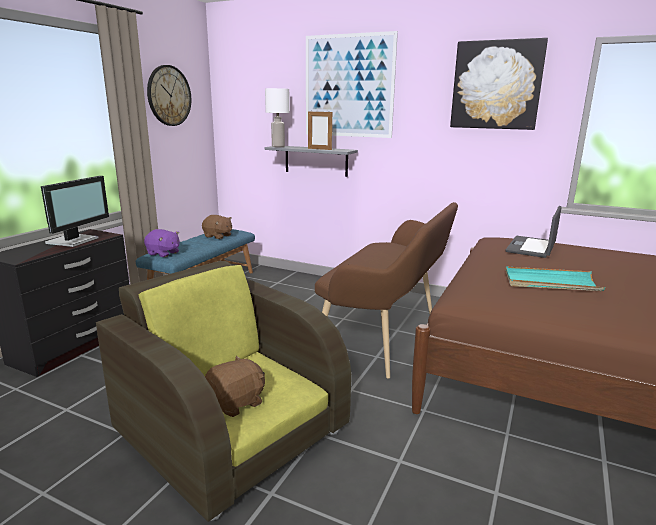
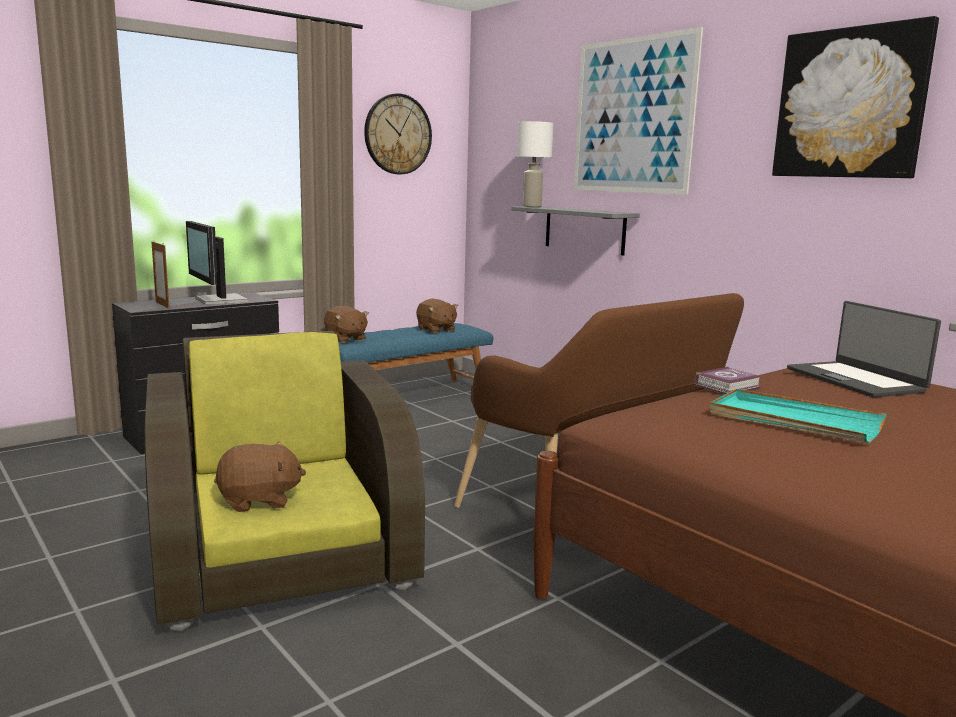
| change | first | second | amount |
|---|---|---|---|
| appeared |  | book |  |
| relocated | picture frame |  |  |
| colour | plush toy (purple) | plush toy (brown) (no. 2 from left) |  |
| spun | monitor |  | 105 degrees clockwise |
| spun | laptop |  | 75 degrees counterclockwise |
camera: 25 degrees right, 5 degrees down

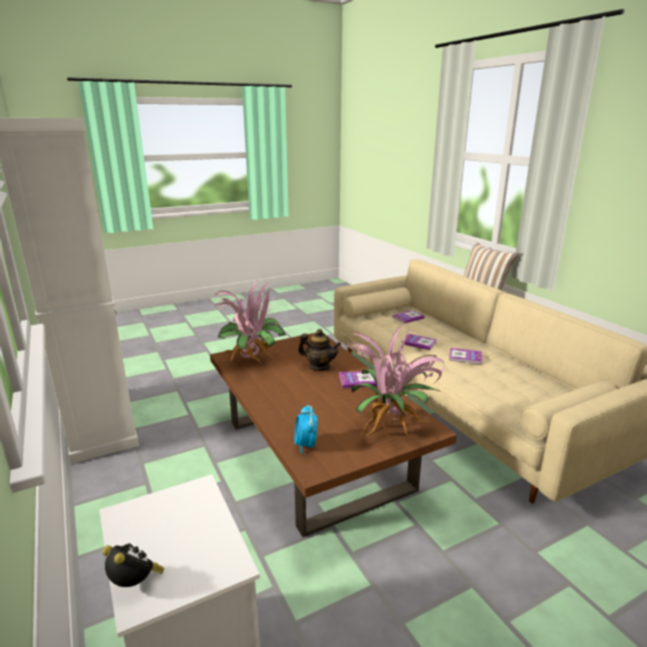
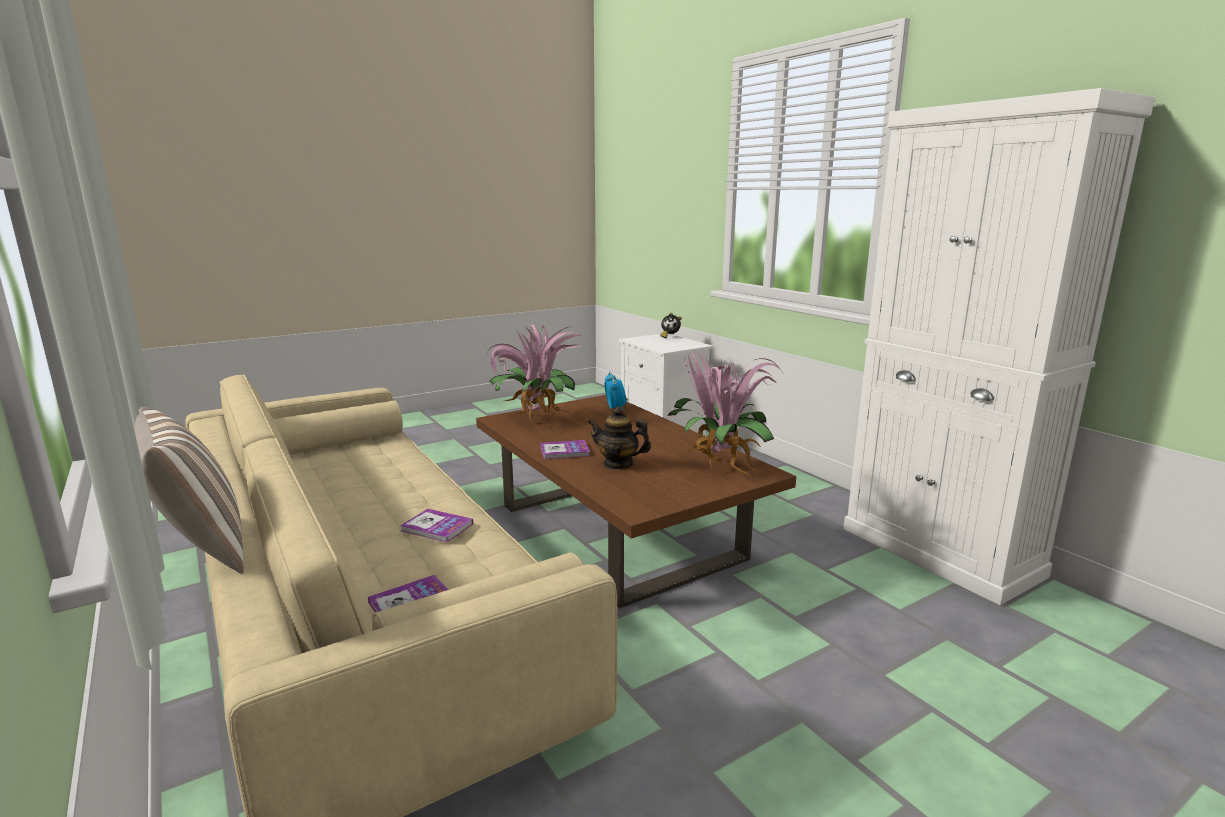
| change | first | second | amount |
|---|---|---|---|
| missing | book (no. 4 from left) |  |  |
camera: 175 degrees right, 5 degrees down

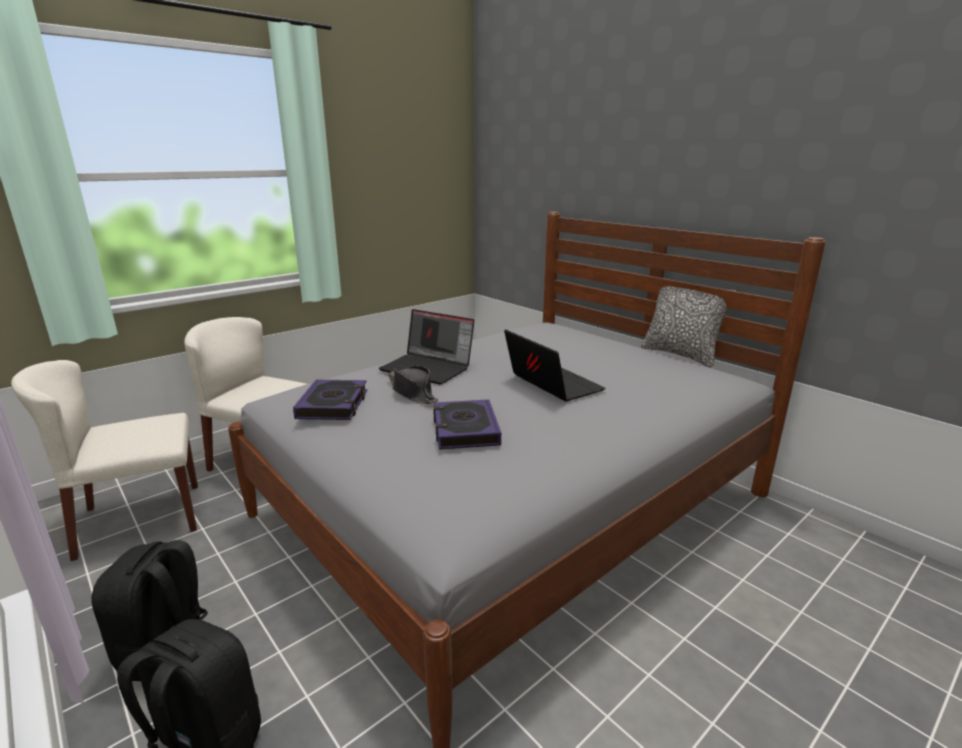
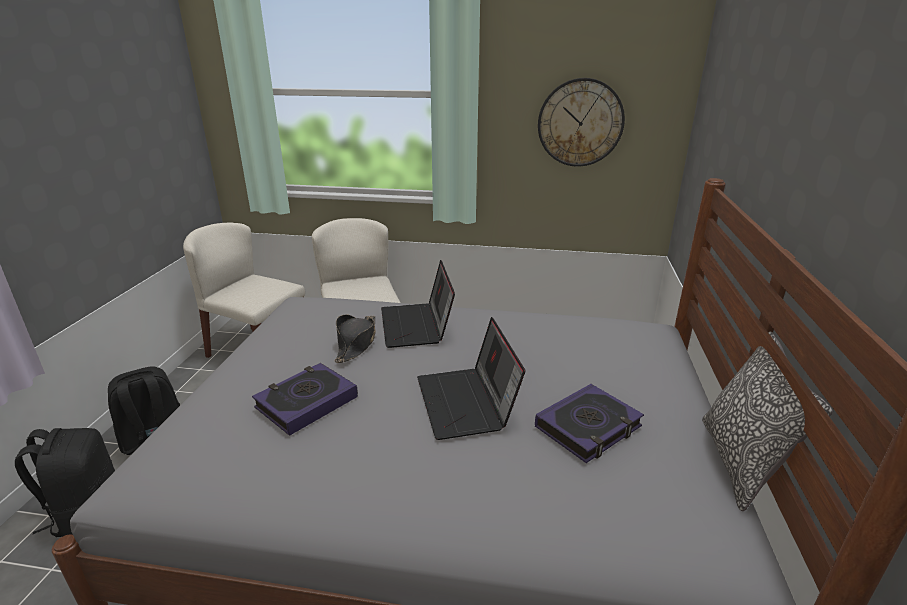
| change | first | second | amount |
|---|---|---|---|
| appeared |  | wall clock |  |
| relocated | book (no. 1 from left in the first image) | book (no. 2 from left) |  |
| spun | laptop (no. 2 from left) |  | 150 degrees clockwise |
camera: 50 degrees right, 5 degrees up

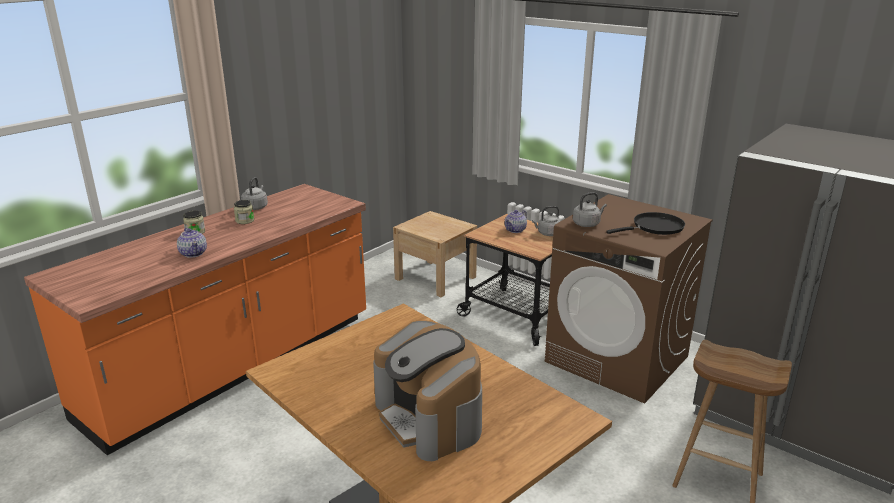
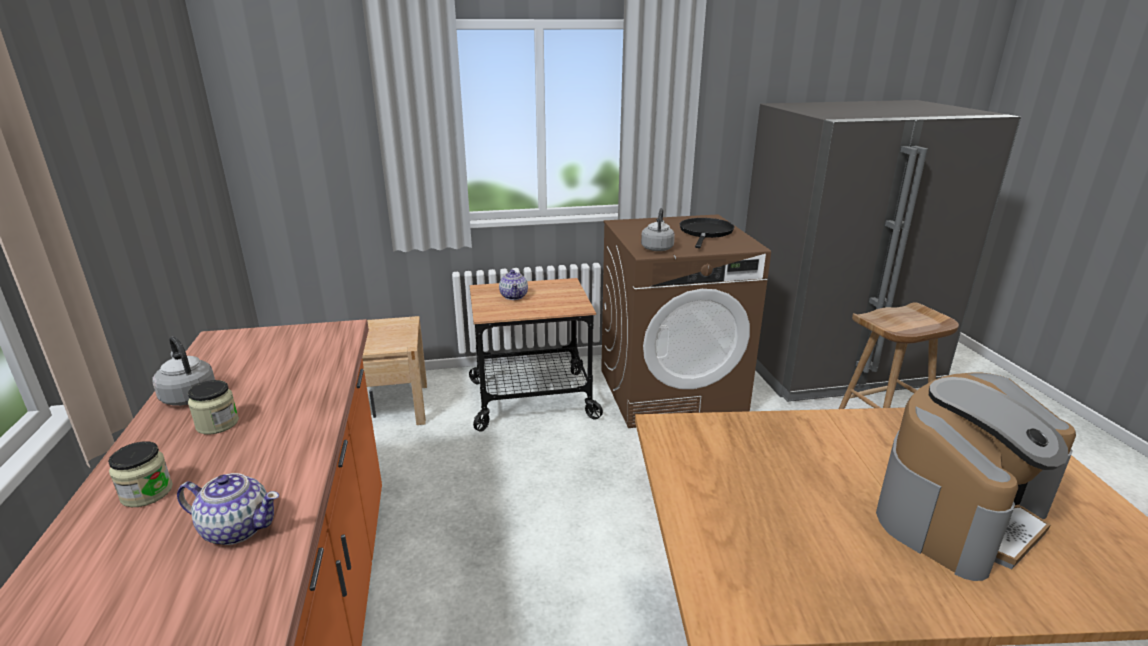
| change | first | second | amount |
|---|---|---|---|
| missing | kettle (grey) (no. 2 from left) |  |  |
| spun | coffee machine |  | 45 degrees counterclockwise |
camera: 50 degrees left, 0 degrees up

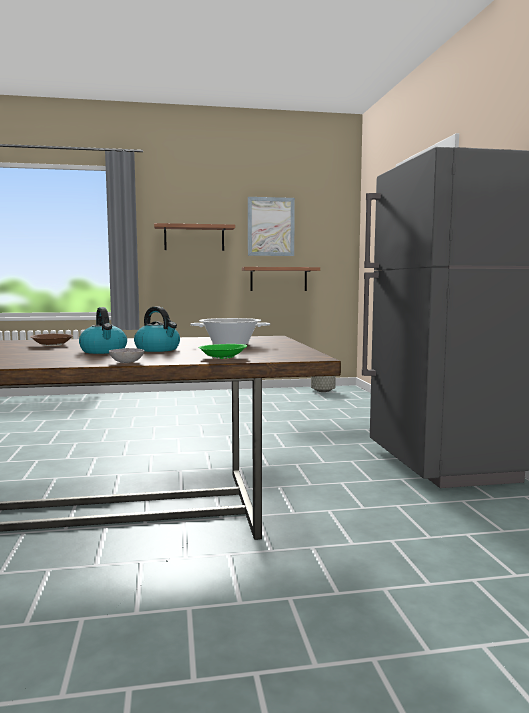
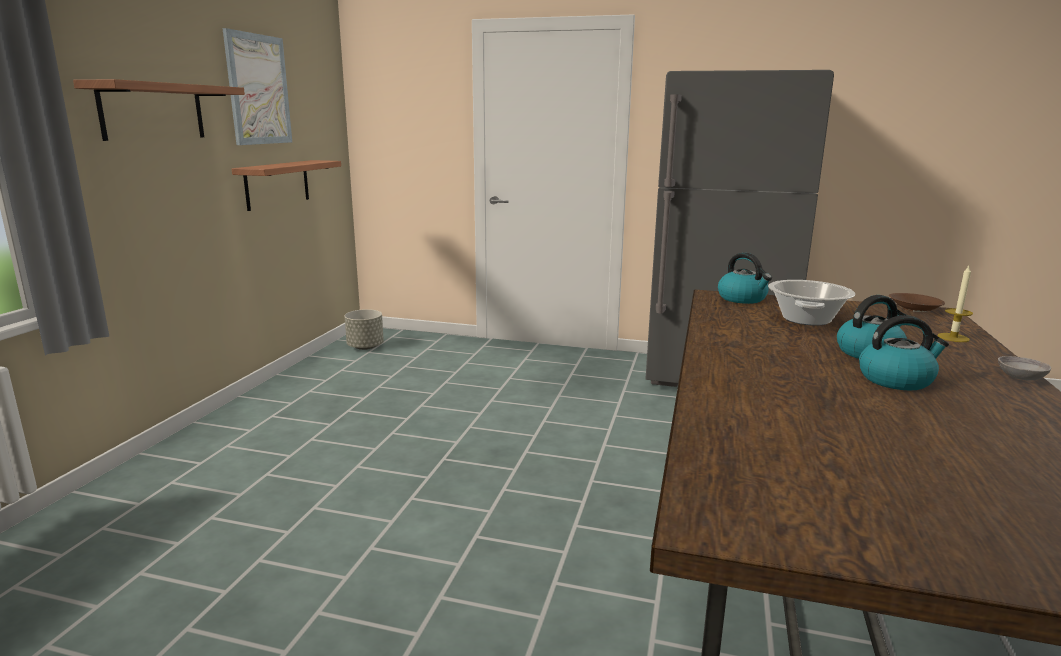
| change | first | second | amount |
|---|---|---|---|
| appeared |  | kettle (no. 1 from left) |  |
| relocated | bowl (brown) |  |  |
| exchanged | bowl (green) | candle |  |
camera: 65 degrees left, 10 degrees up

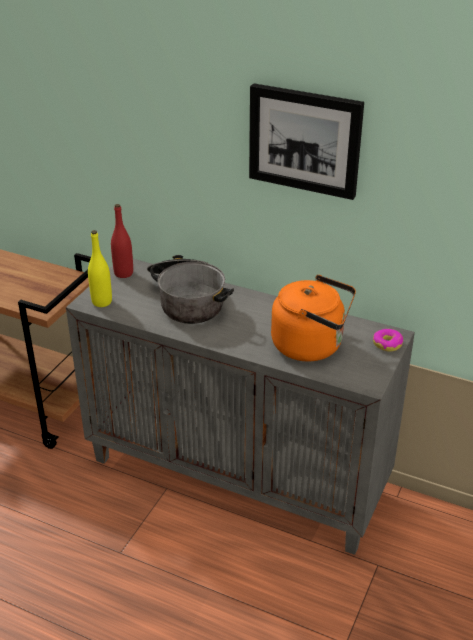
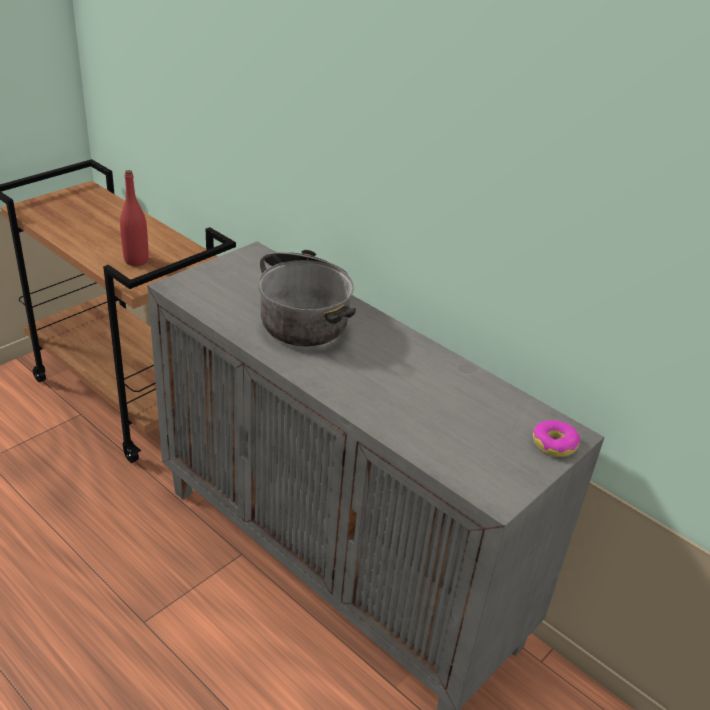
| change | first | second | amount |
|---|---|---|---|
| missing | bottle (yellow) |  |  |
| missing | picture |  |  |
| missing | kettle (orange) |  |  |
| relocated | bottle (red) |  |  |
camera: 15 degrees right, 0 degrees up

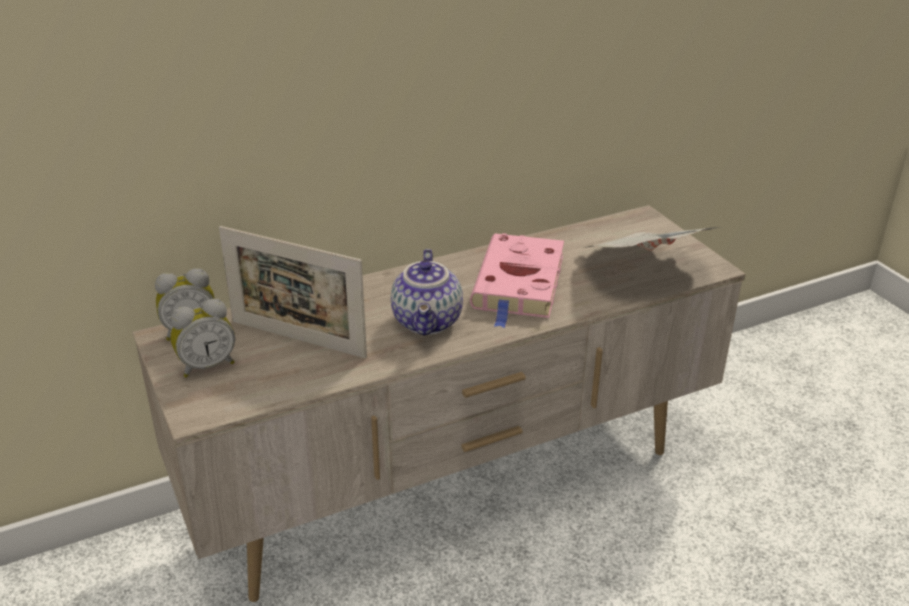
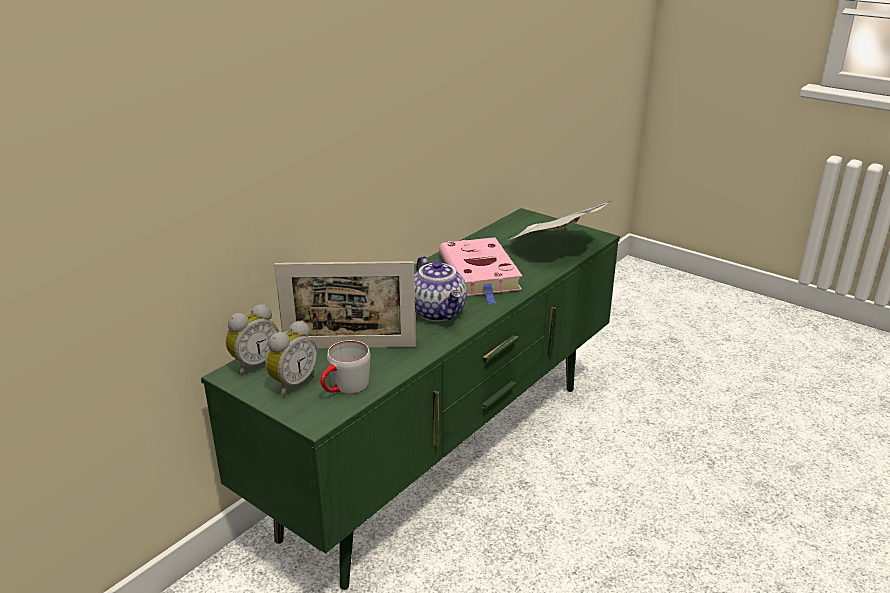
| change | first | second | amount |
|---|---|---|---|
| appeared |  | mug (grey) |  |
| colour | tv stand (beige) | tv stand (green) |  |
camera: 25 degrees left, 5 degrees down

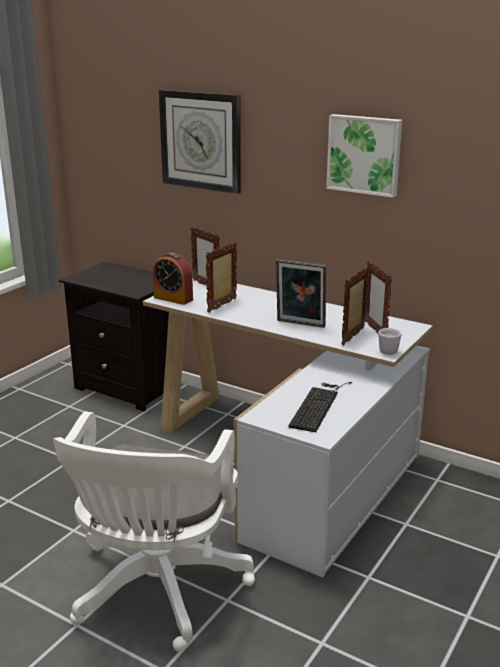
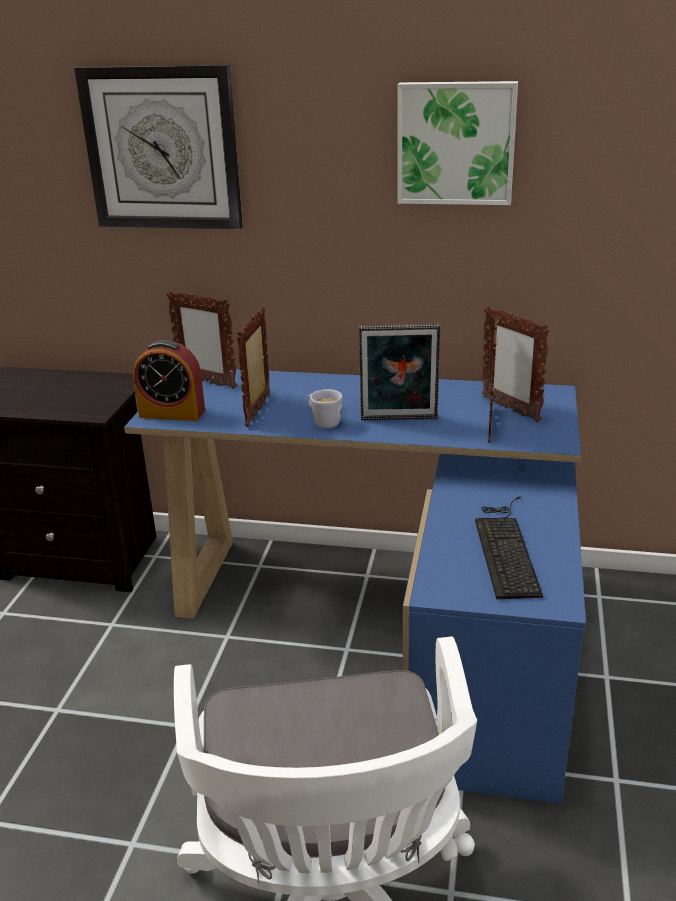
| change | first | second | amount |
|---|---|---|---|
| relocated | mug (white) |  |  |
| colour | desk (white) | desk (blue) |  |
camera: 20 degrees left, 5 degrees up

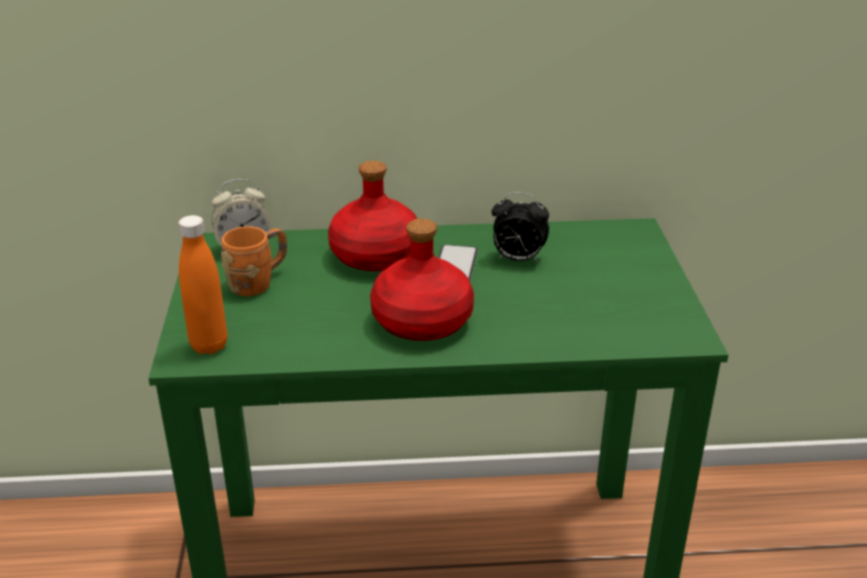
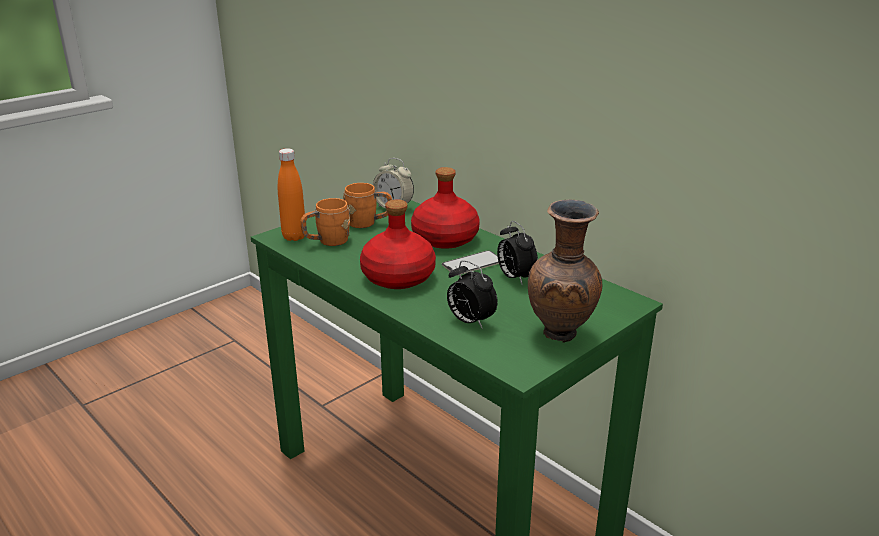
| change | first | second | amount |
|---|---|---|---|
| appeared |  | mug (orange) (no. 1 from left) |  |
| appeared |  | alarm clock (no. 2 from left) |  |
| appeared |  | vase (brown) |  |
camera: 50 degrees right, 5 degrees down

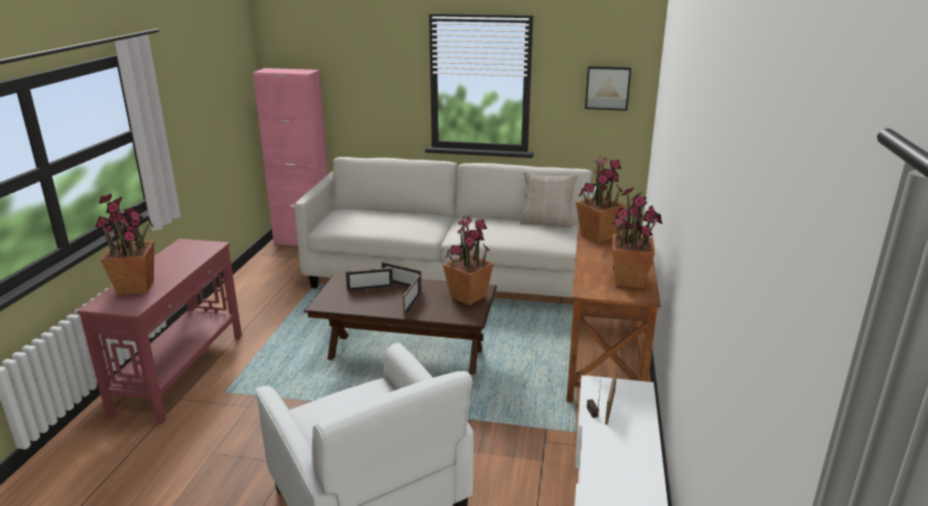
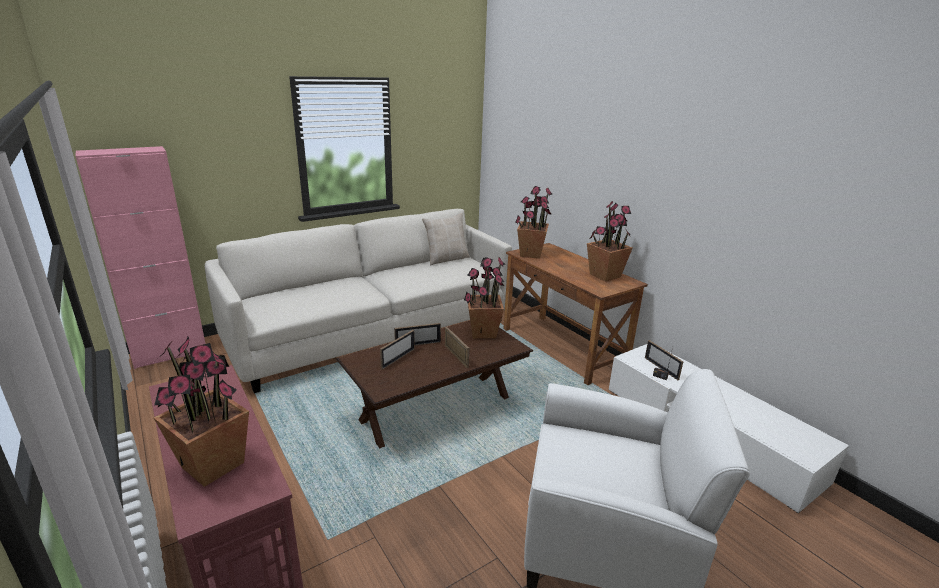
| change | first | second | amount |
|---|---|---|---|
| missing | picture |  |  |
camera: 45 degrees left, 0 degrees up

